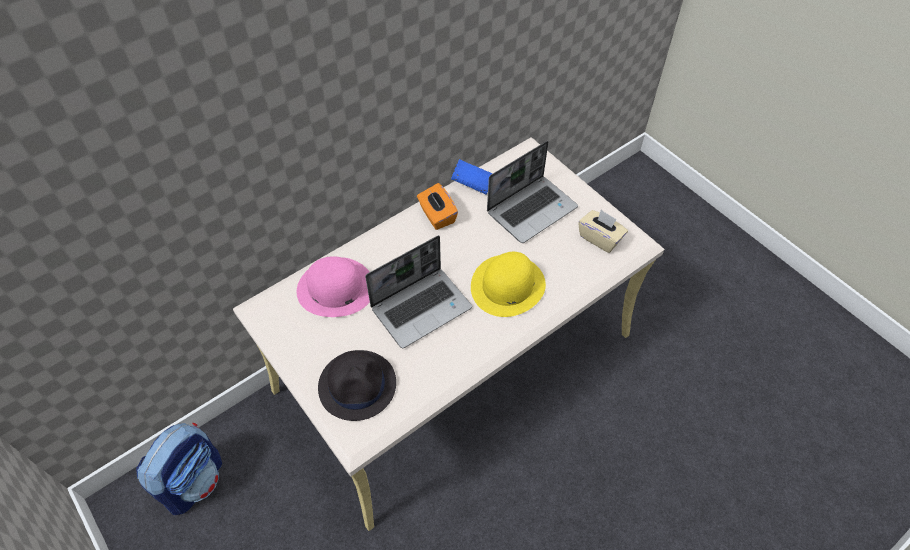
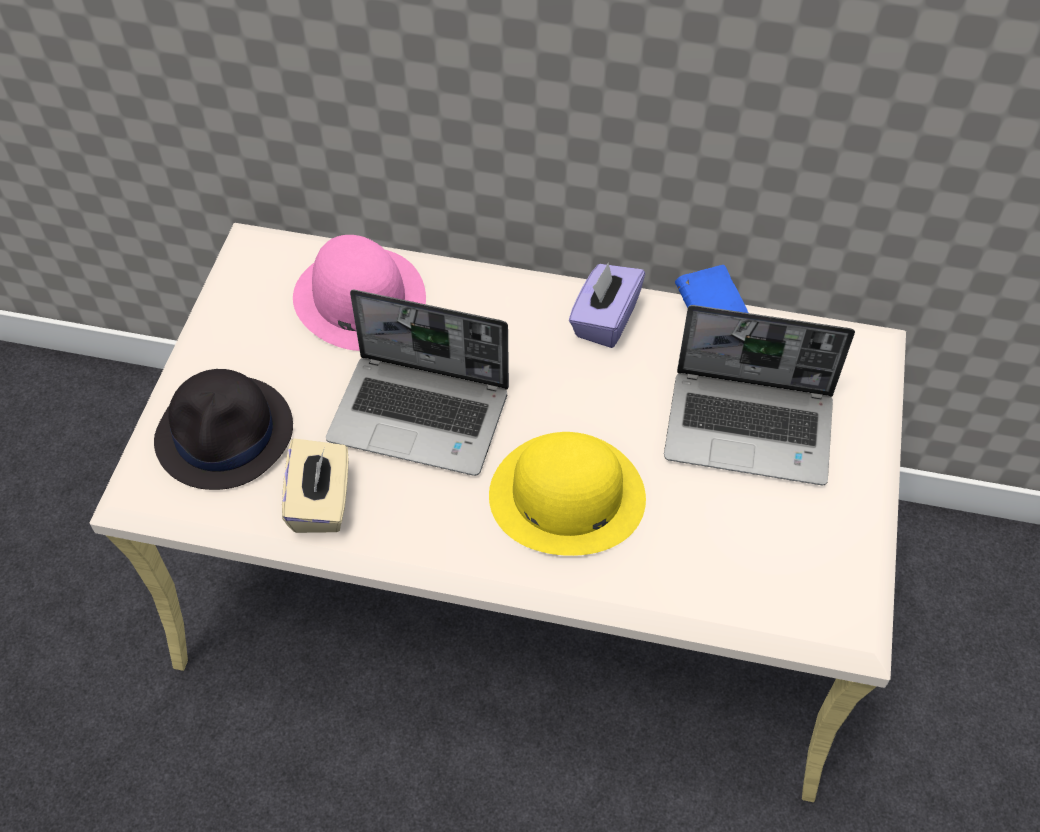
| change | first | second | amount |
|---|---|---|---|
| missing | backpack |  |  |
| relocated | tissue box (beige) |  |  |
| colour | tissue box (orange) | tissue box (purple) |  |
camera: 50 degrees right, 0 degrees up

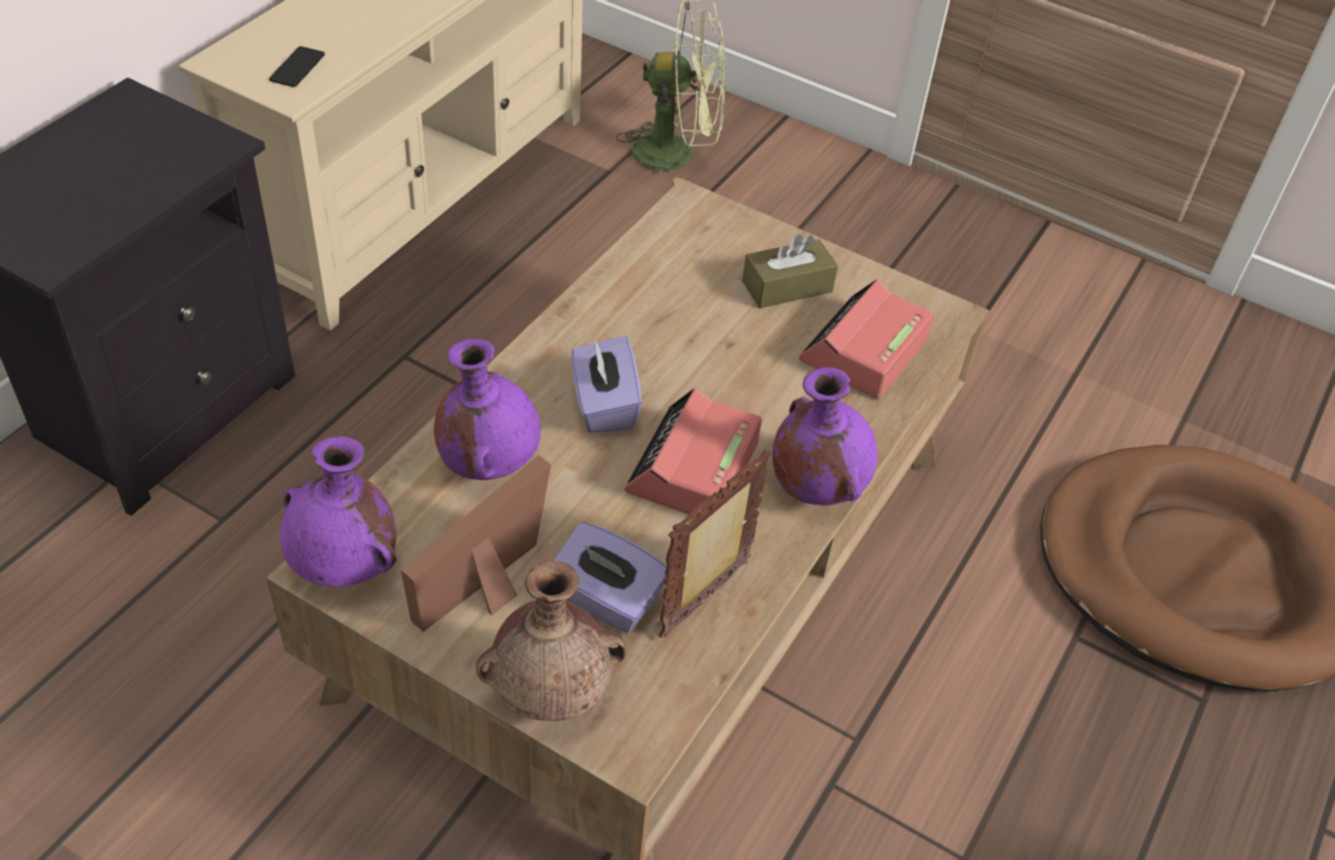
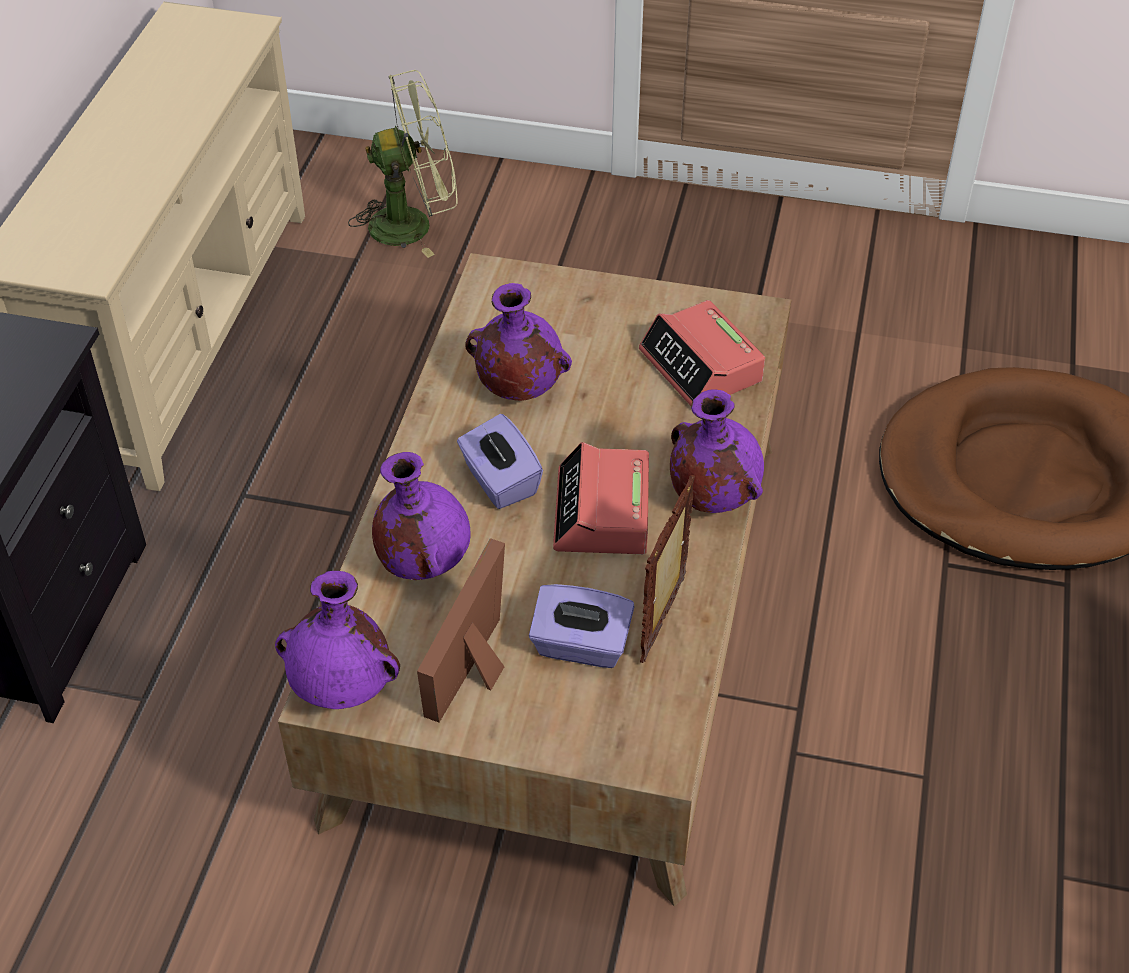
| change | first | second | amount |
|---|---|---|---|
| missing | phone |  |  |
| missing | vase (brown) |  |  |
| missing | tissue box (brown) |  |  |
| appeared |  | vase (purple) (no. 3 from left) |  |
| spun | alarm clock (no. 2 from left) |  | 45 degrees counterclockwise |
camera: 15 degrees left, 0 degrees up

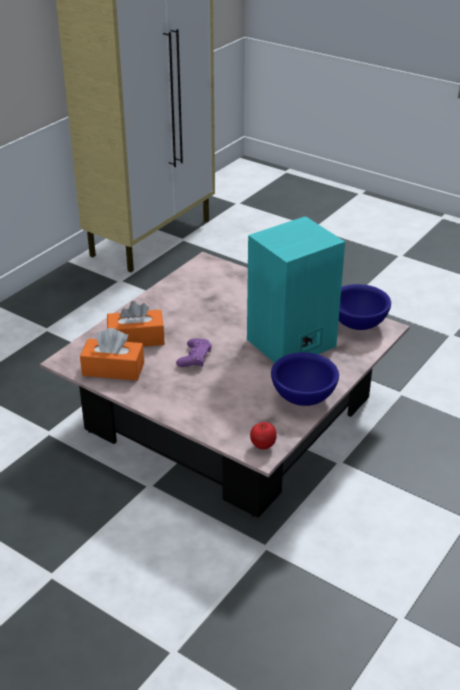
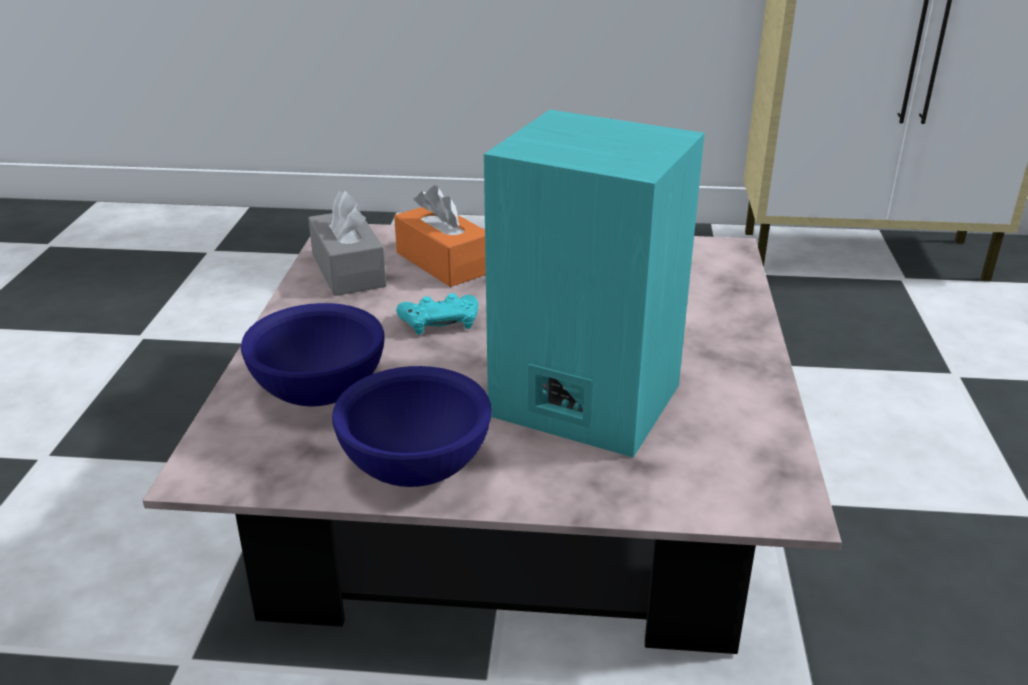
| change | first | second | amount |
|---|---|---|---|
| missing | apple |  |  |
| relocated | bowl (blue) (no. 2 from left in the first image) | bowl (blue) (no. 1 from left) |  |
| colour | tissue box (orange) (no. 1 from left) | tissue box (grey) |  |
| colour | game controller (purple) | game controller (turquoise) |  |
camera: 60 degrees right, 5 degrees down

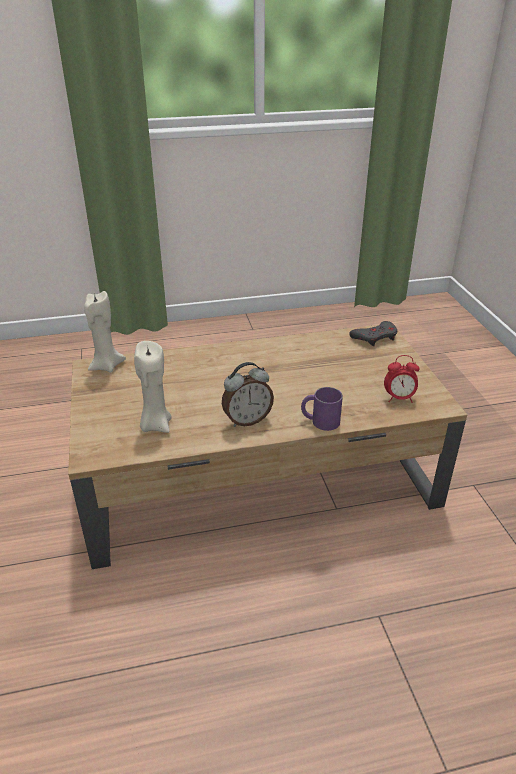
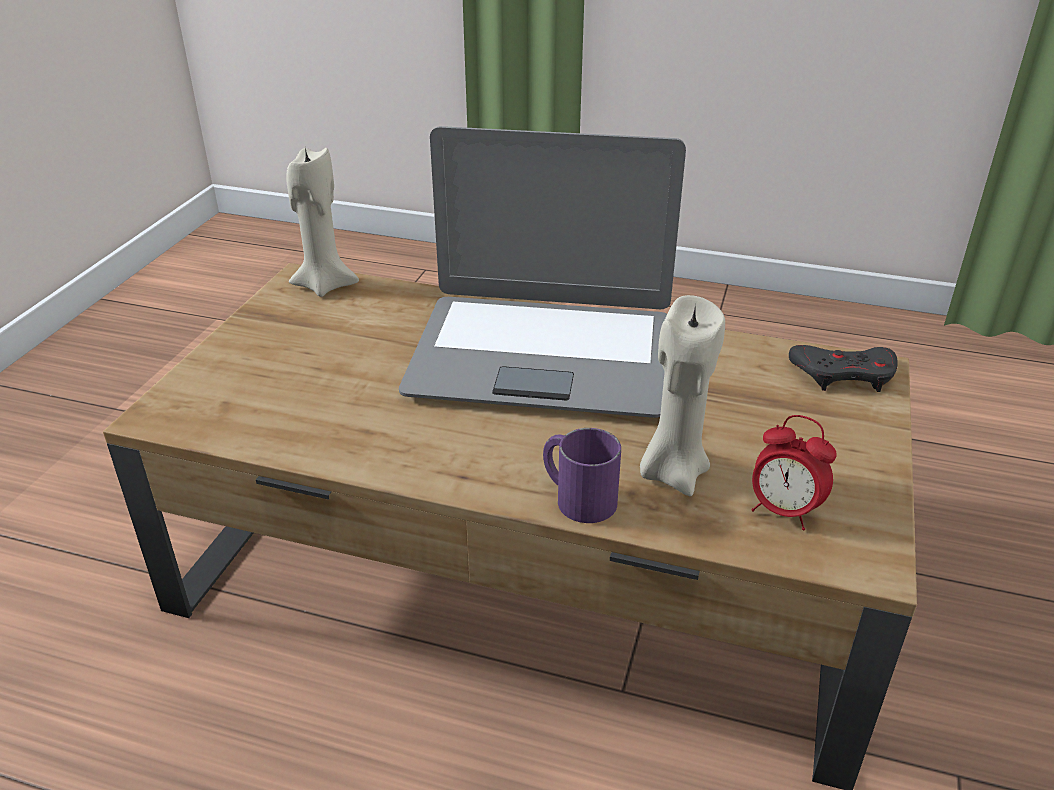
| change | first | second | amount |
|---|---|---|---|
| missing | alarm clock (no. 1 from left) |  |  |
| appeared |  | laptop |  |
| relocated | candle (beige) (no. 2 from left) |  |  |
camera: 30 degrees right, 0 degrees up

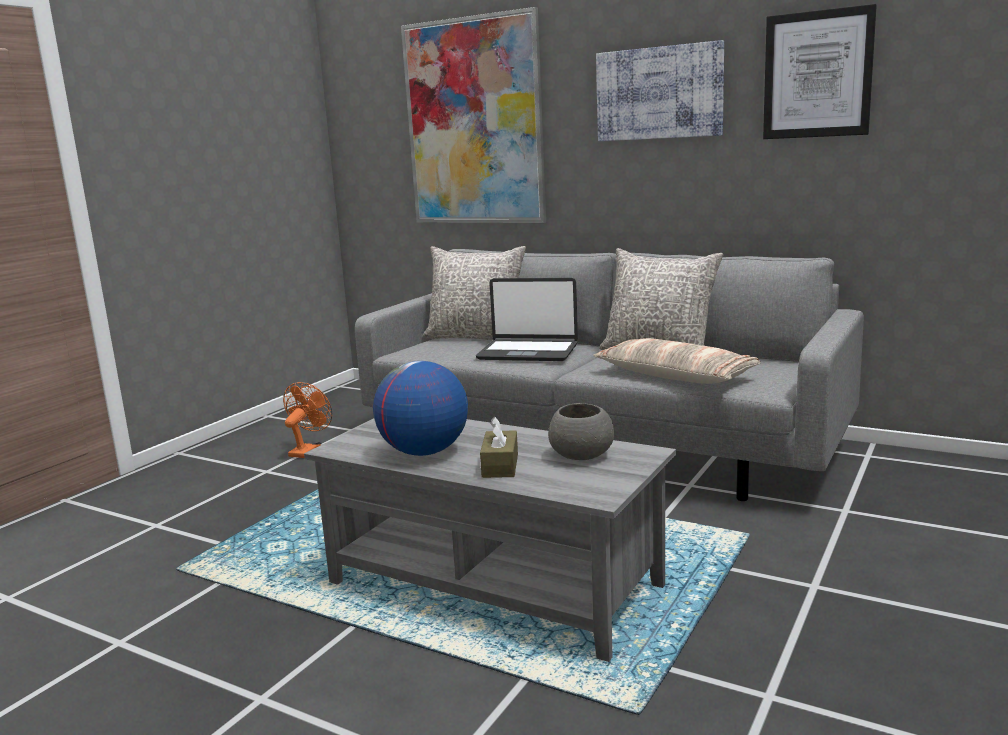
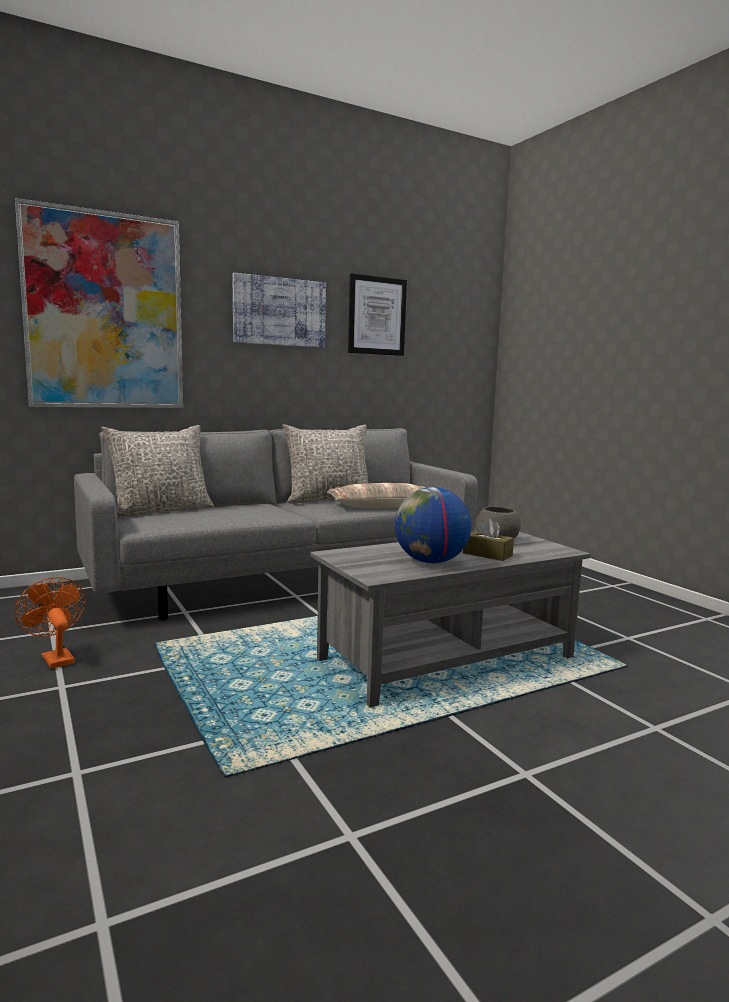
| change | first | second | amount |
|---|---|---|---|
| missing | laptop |  |  |
camera: 60 degrees left, 5 degrees down

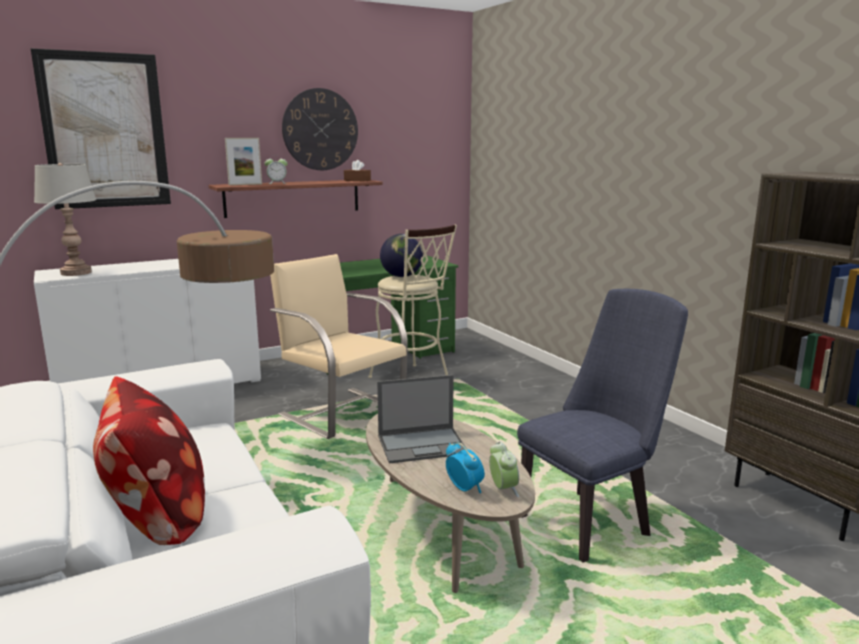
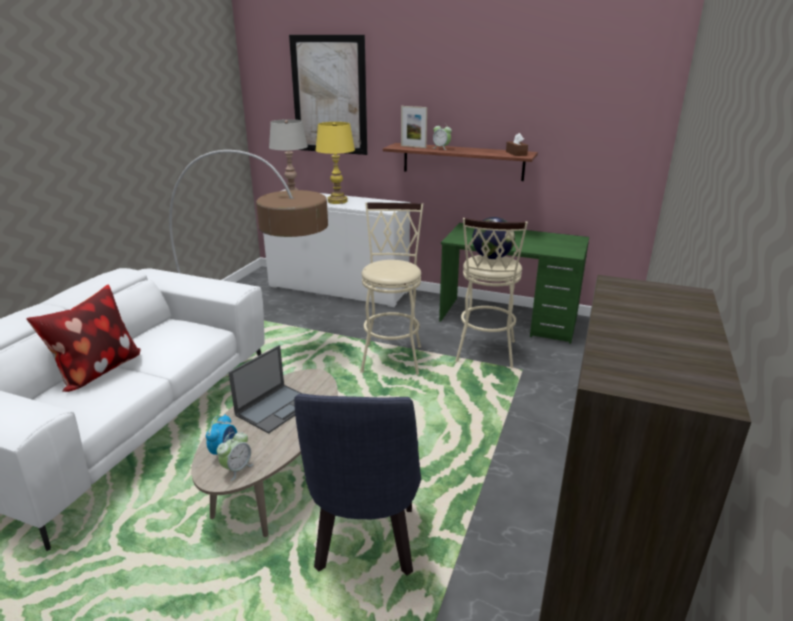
| change | first | second | amount |
|---|---|---|---|
| missing | wall clock |  |  |
| appeared |  | table lamp (yellow) |  |
| exchanged | armchair (beige) | stool (beige) (no. 1 from left) |  |
| spun | laptop |  | 90 degrees counterclockwise |
| spun | chair (blue) |  | 75 degrees clockwise |
camera: 50 degrees right, 10 degrees up

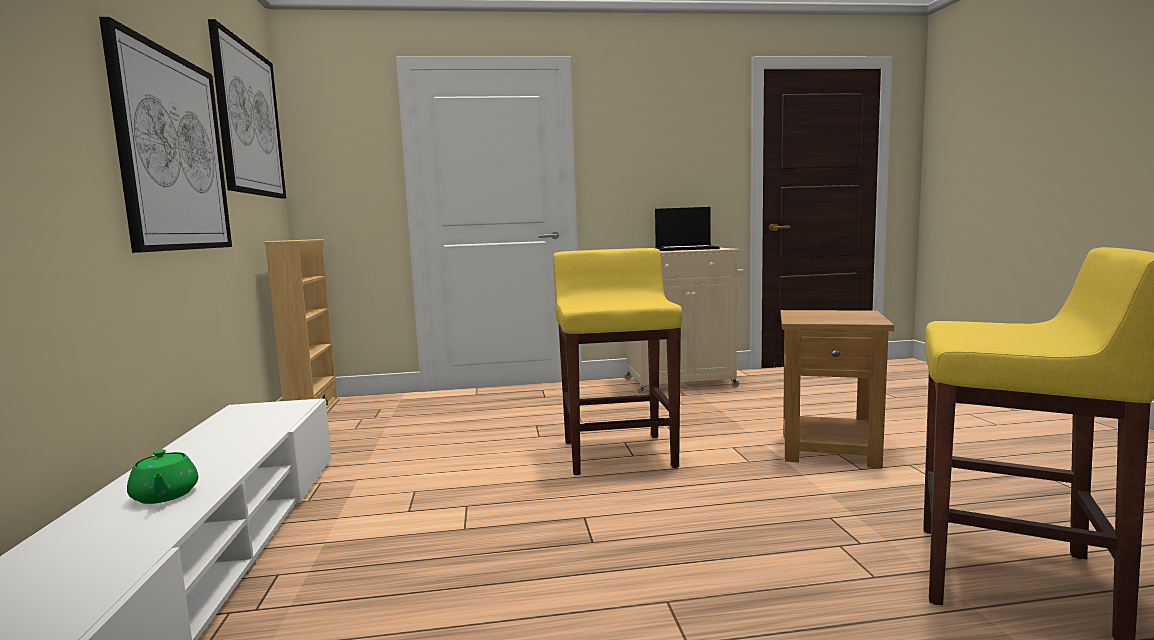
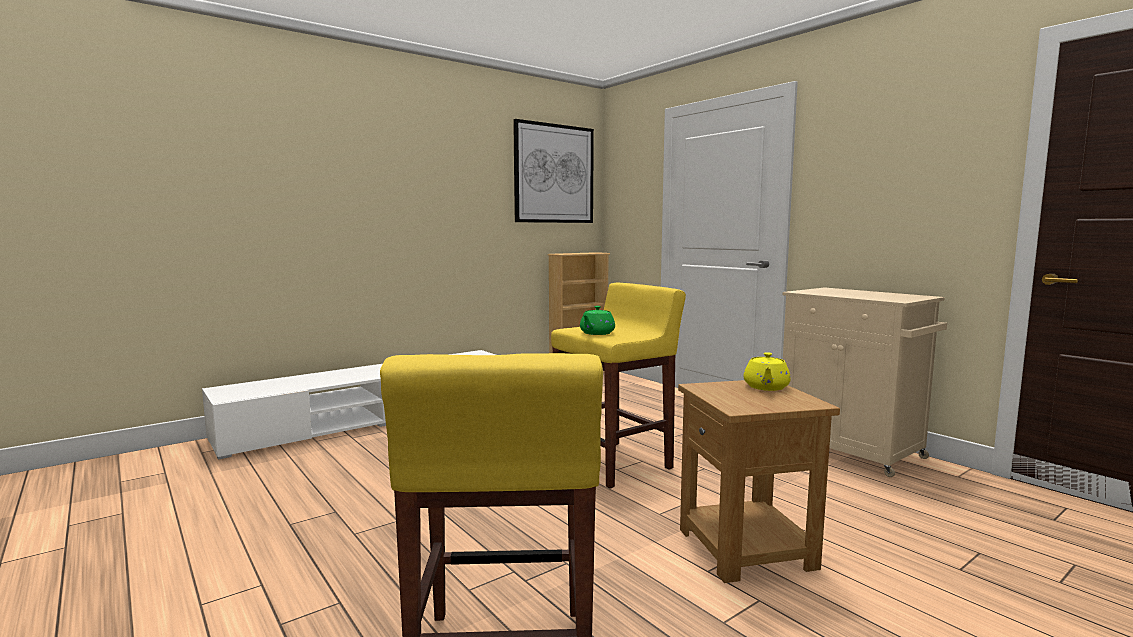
| change | first | second | amount |
|---|---|---|---|
| missing | picture (no. 1 from left) |  |  |
| missing | laptop |  |  |
| appeared |  | teapot (yellow) |  |
| relocated | teapot (green) |  |  |
camera: 60 degrees right, 0 degrees up

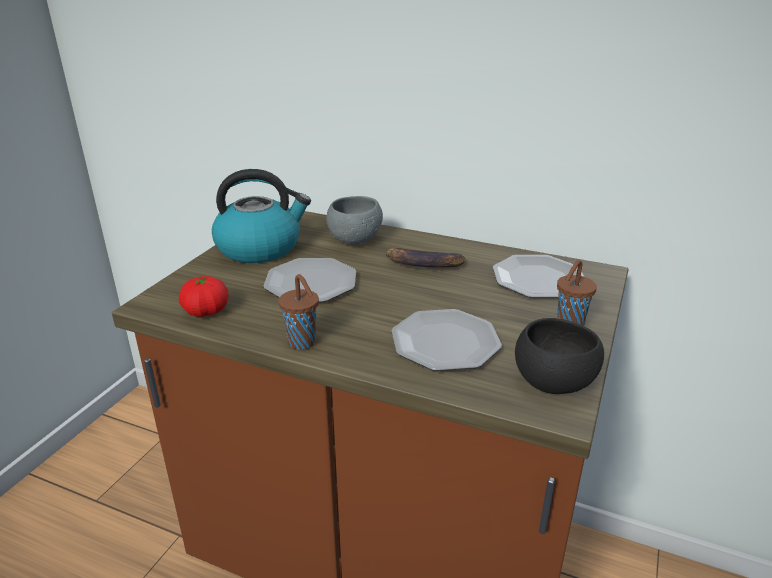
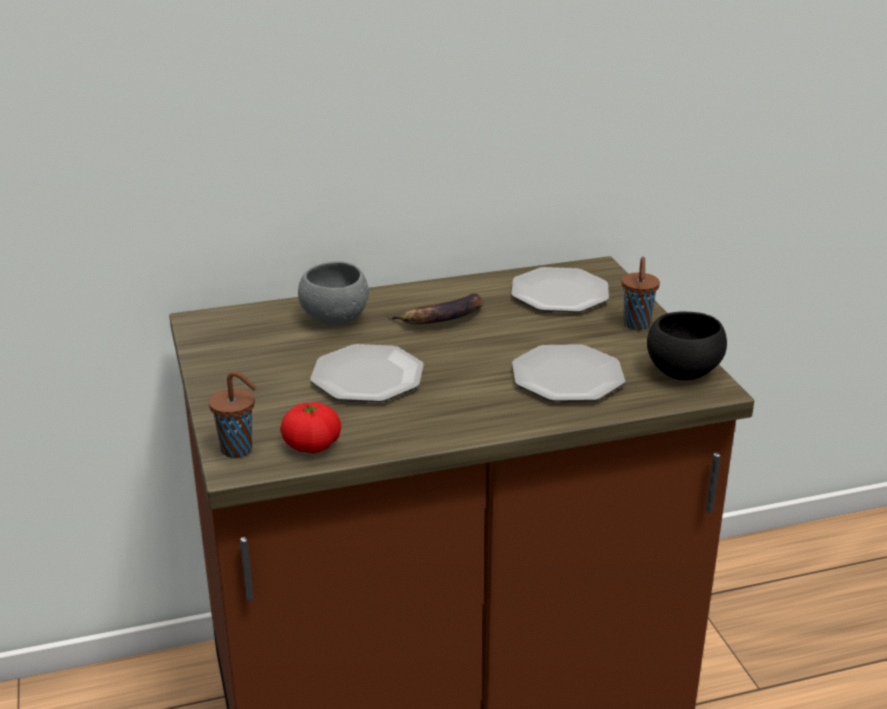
| change | first | second | amount |
|---|---|---|---|
| missing | kettle |  |  |
| relocated | cup (brown) (no. 1 from left) |  |  |
camera: 40 degrees left, 0 degrees up

